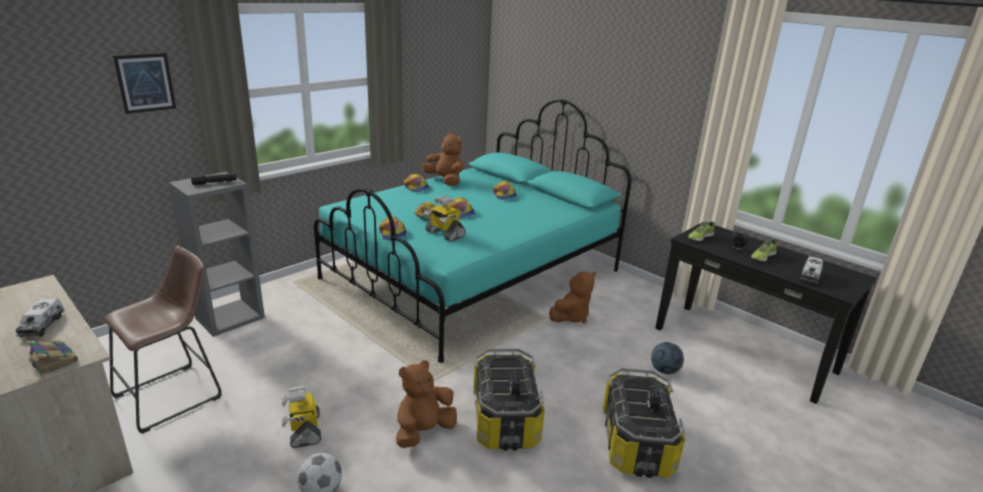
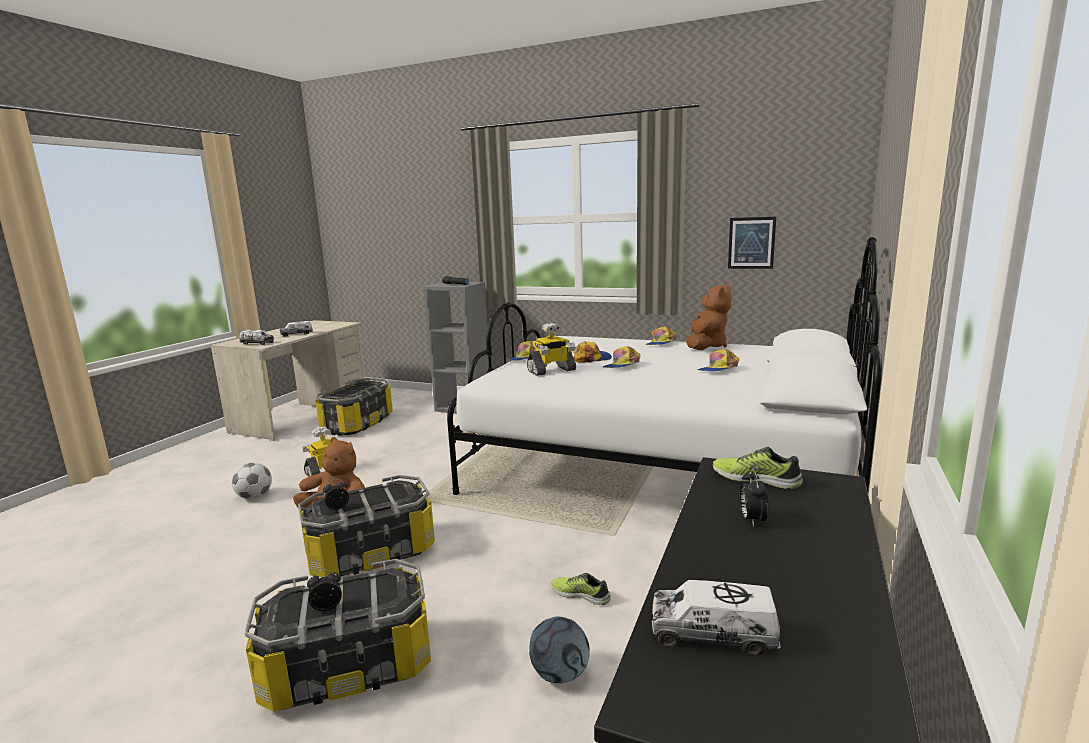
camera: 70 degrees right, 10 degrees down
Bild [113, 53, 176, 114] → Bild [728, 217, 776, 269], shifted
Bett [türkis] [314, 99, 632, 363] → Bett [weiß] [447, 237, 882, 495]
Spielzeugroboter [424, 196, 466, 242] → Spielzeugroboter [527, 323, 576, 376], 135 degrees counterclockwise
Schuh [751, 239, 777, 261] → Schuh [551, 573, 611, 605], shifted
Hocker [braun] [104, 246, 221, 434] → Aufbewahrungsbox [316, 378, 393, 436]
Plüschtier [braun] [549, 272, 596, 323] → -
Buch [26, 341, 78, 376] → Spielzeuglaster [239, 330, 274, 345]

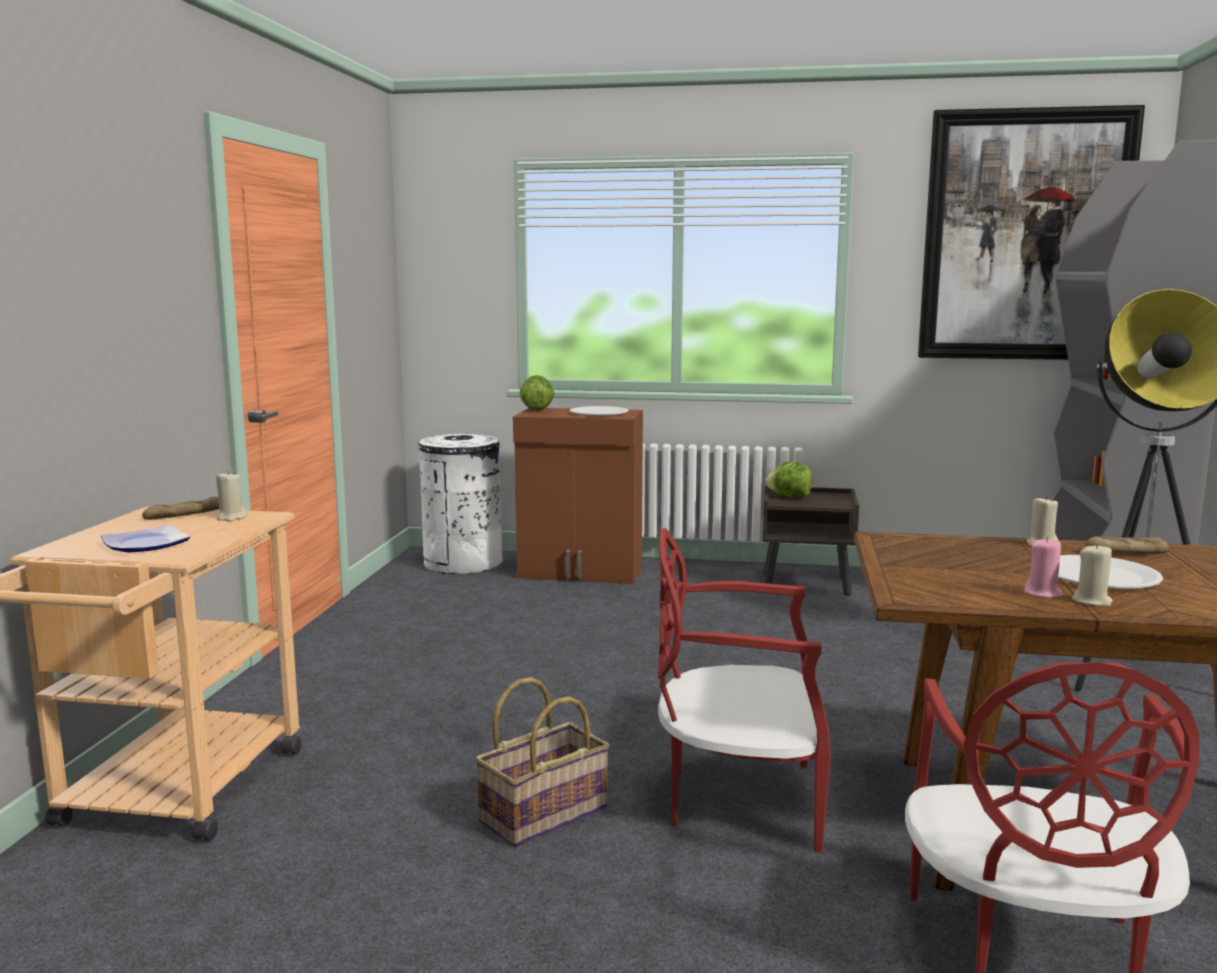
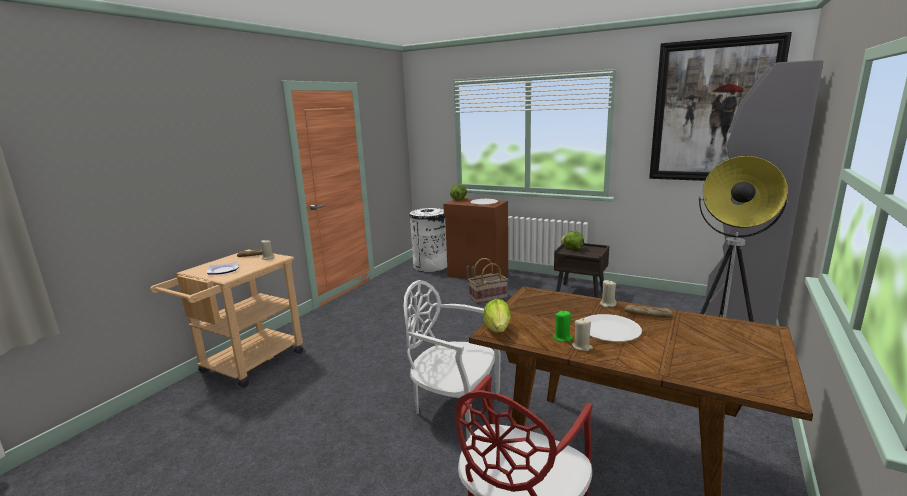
camera: 20 degrees right, 5 degrees up
Stuhl [rot] [658, 528, 831, 853] → Stuhl [weiß] [404, 280, 501, 440]
Kerze [rosa] [1024, 537, 1062, 598] → Kerze [grün] [553, 310, 573, 342]
Korb [475, 677, 609, 847] → Korb [468, 258, 508, 304], shifted
- → Salatkopf [483, 299, 511, 333]

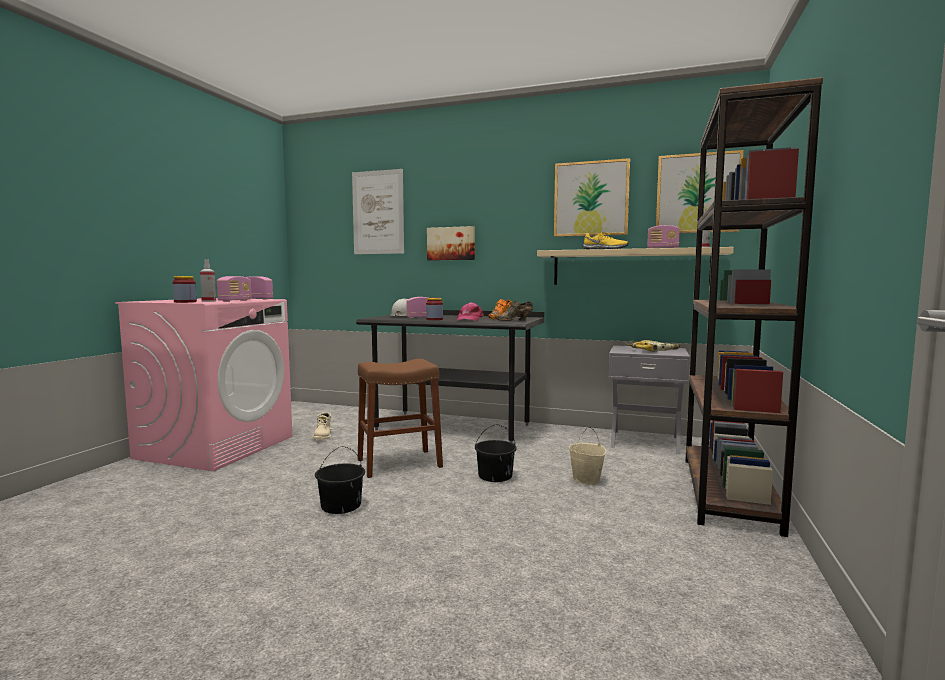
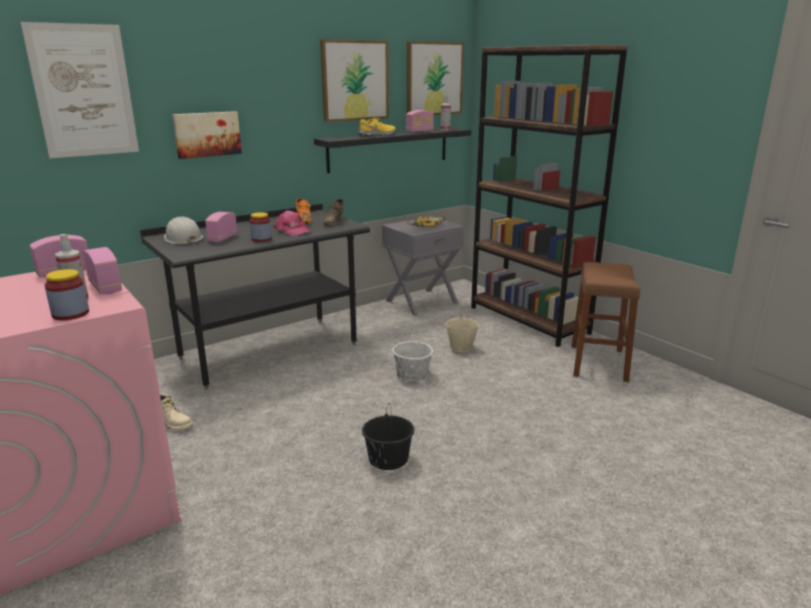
camera: 55 degrees left, 15 degrees up
Wandregal [beige] [537, 247, 734, 285] → Wandregal [schwarz] [314, 128, 471, 173]
Hocker [braun] [358, 359, 443, 478] → Hocker [braun] [572, 262, 640, 382], shifted
Eimer [schwarz] [475, 424, 517, 482] → Eimer [weiß] [392, 330, 433, 382]

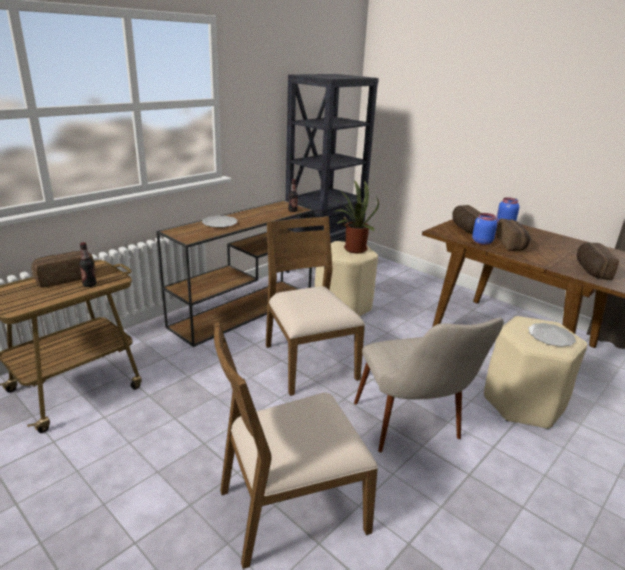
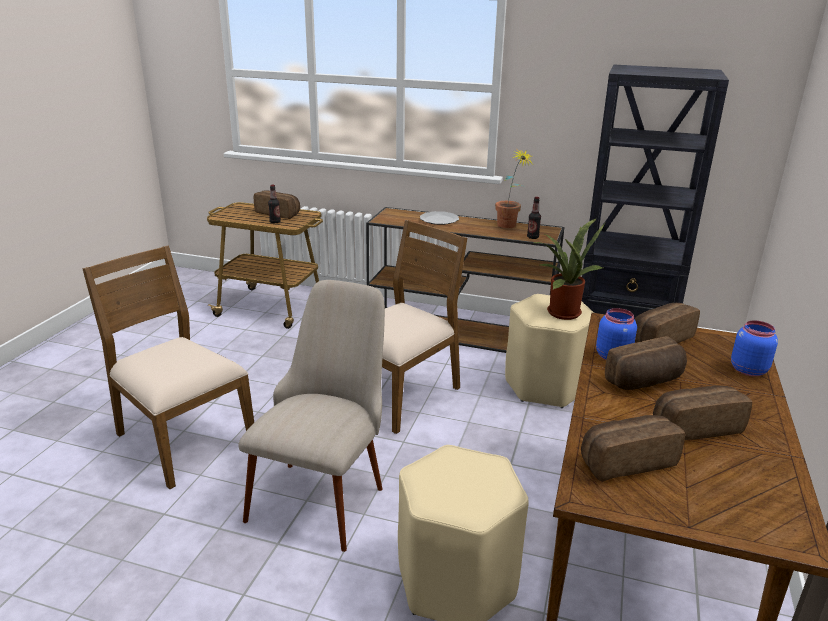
camera: 65 degrees right, 0 degrees up
Stuhl [beige] [354, 318, 504, 452] → Stuhl [beige] [239, 280, 385, 552], 150 degrees clockwise
Teller [528, 323, 576, 347] → -
- → Topfpflanze [495, 148, 532, 228]
- → Brot [653, 385, 752, 440]

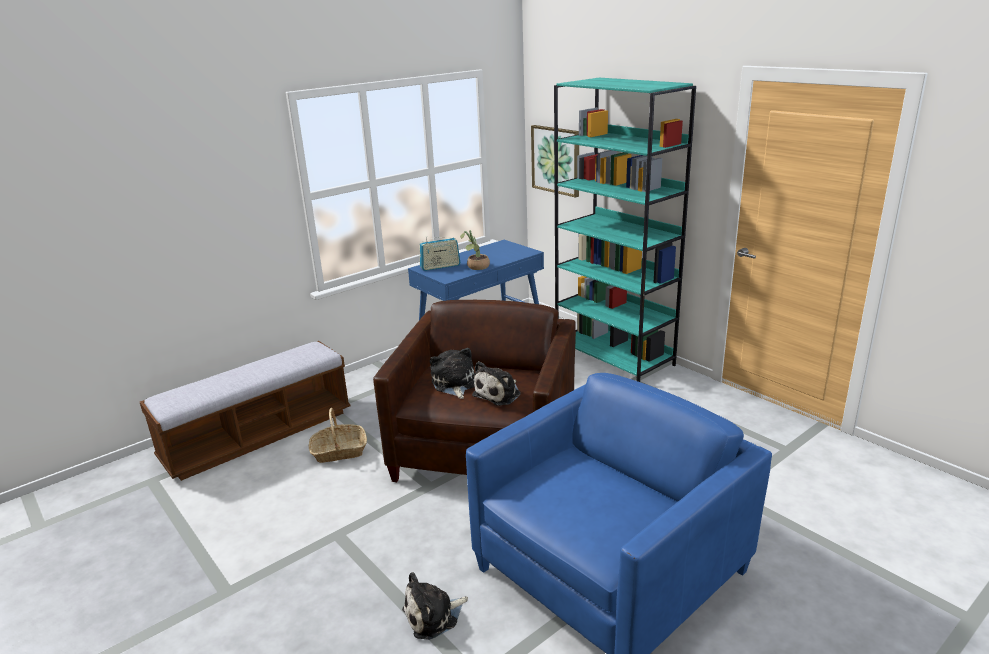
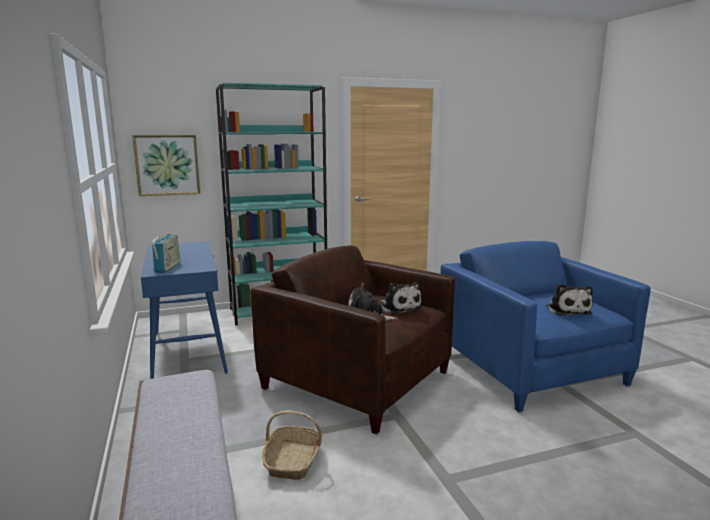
camera: 70 degrees left, 10 degrees down
Topfpflanze [460, 230, 490, 270] → -
Plüschtier [402, 572, 468, 640] → Plüschtier [546, 283, 593, 316], shifted

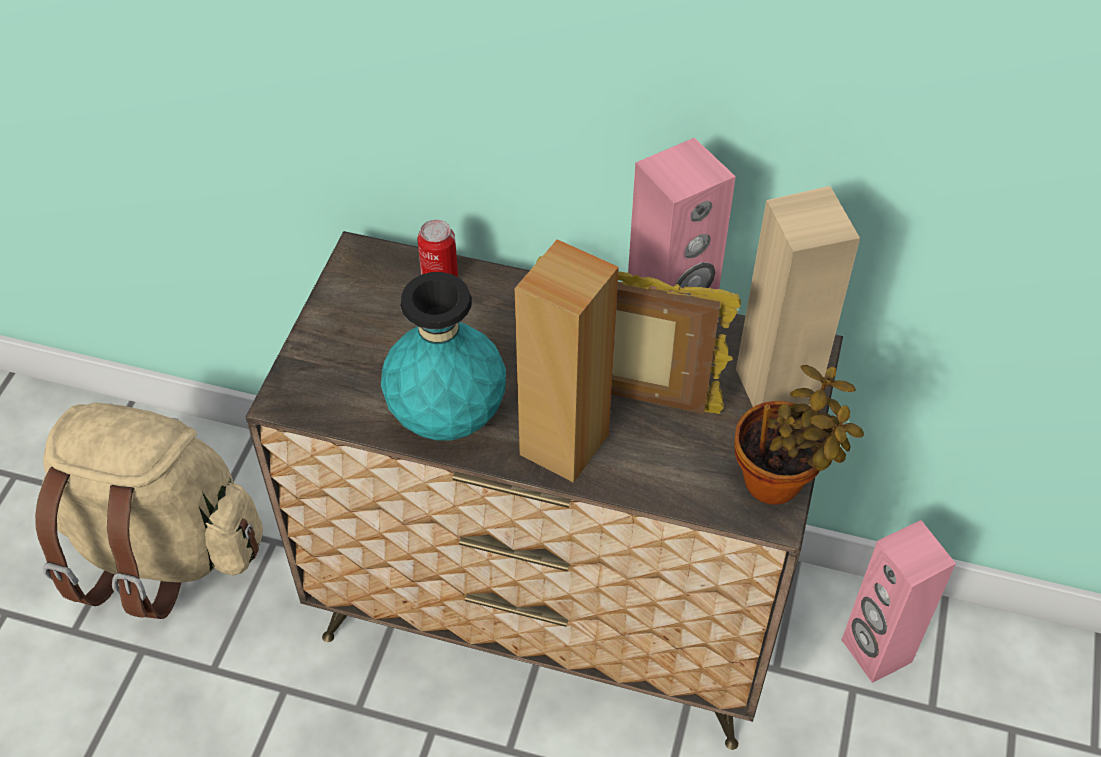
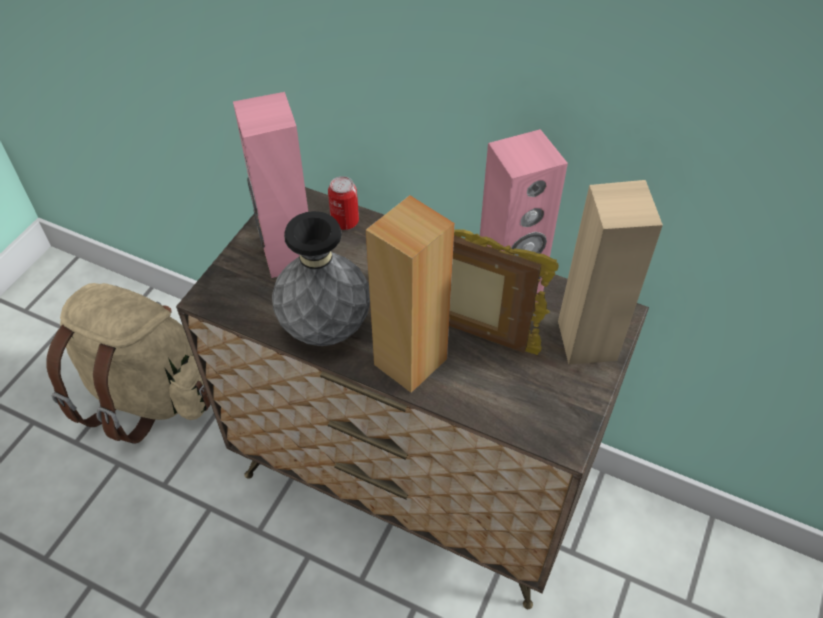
camera: 10 degrees right, 0 degrees up
Vase [türkis] [381, 272, 506, 441] → Vase [grau] [272, 211, 370, 346]
Topfpflanze [734, 365, 864, 505] → -
Lautsprecher [rosa] [842, 520, 956, 683] → Lautsprecher [rosa] [233, 92, 308, 278], shifted

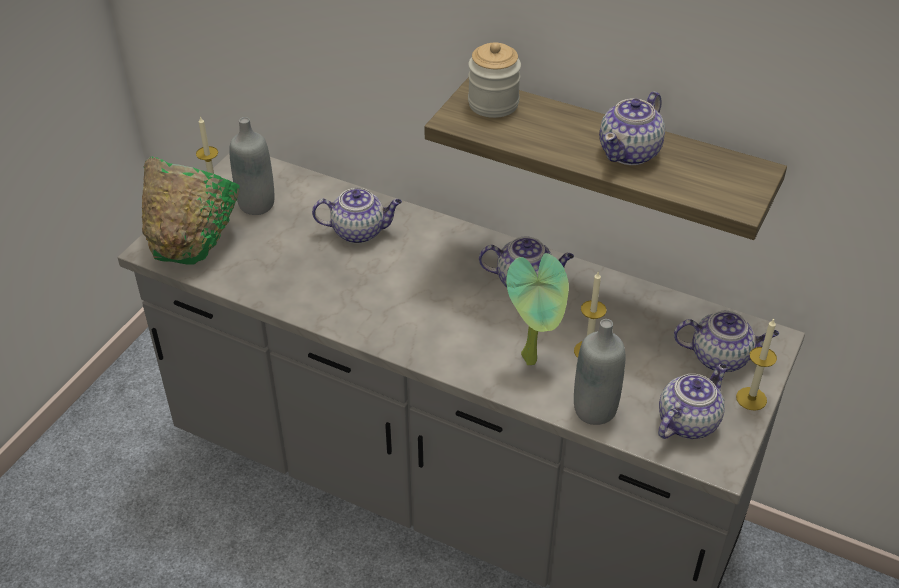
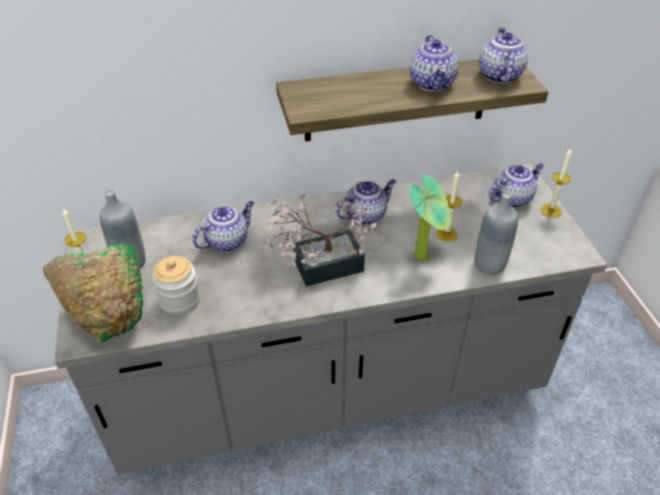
camera: 40 degrees left, 0 degrees up
Vorratsglas [468, 42, 521, 118] → Vorratsglas [152, 256, 200, 315], shifted
Teekanne [658, 363, 728, 439] → Teekanne [479, 28, 528, 84], shifted
- → Topfpflanze [267, 193, 377, 287]

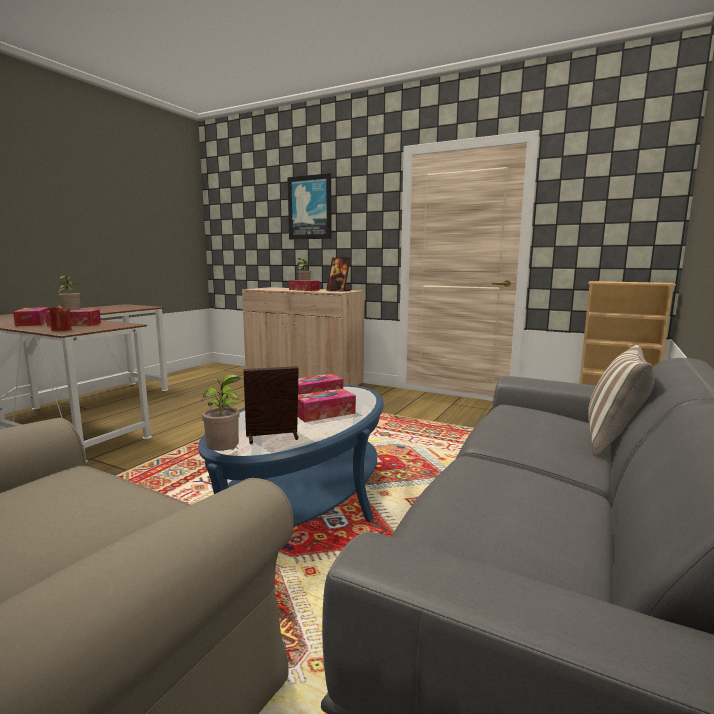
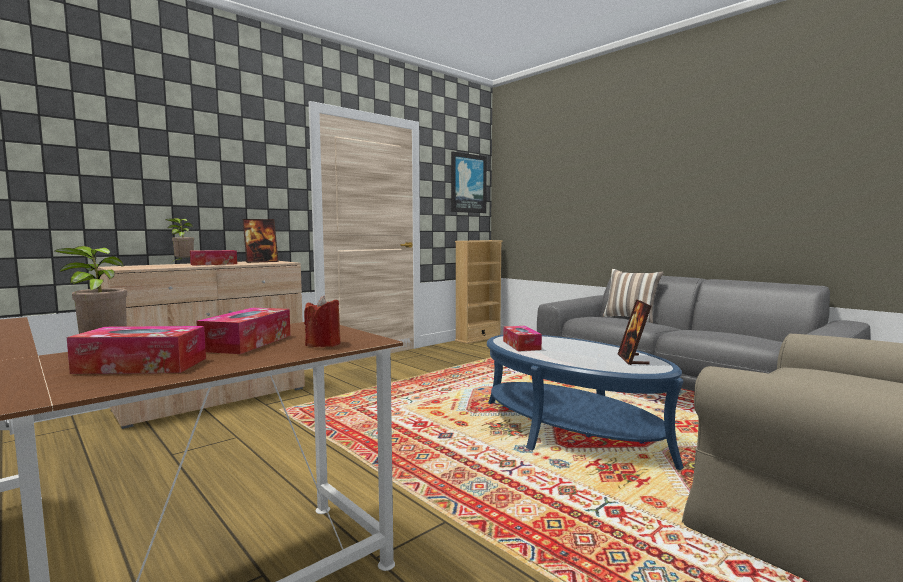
camera: 70 degrees left, 5 degrees down
Bild [288, 173, 332, 240] → Bild [451, 151, 487, 213], shifted
Topfpflanze [201, 374, 241, 451] → -
Taschentuchbox [298, 389, 356, 422] → -

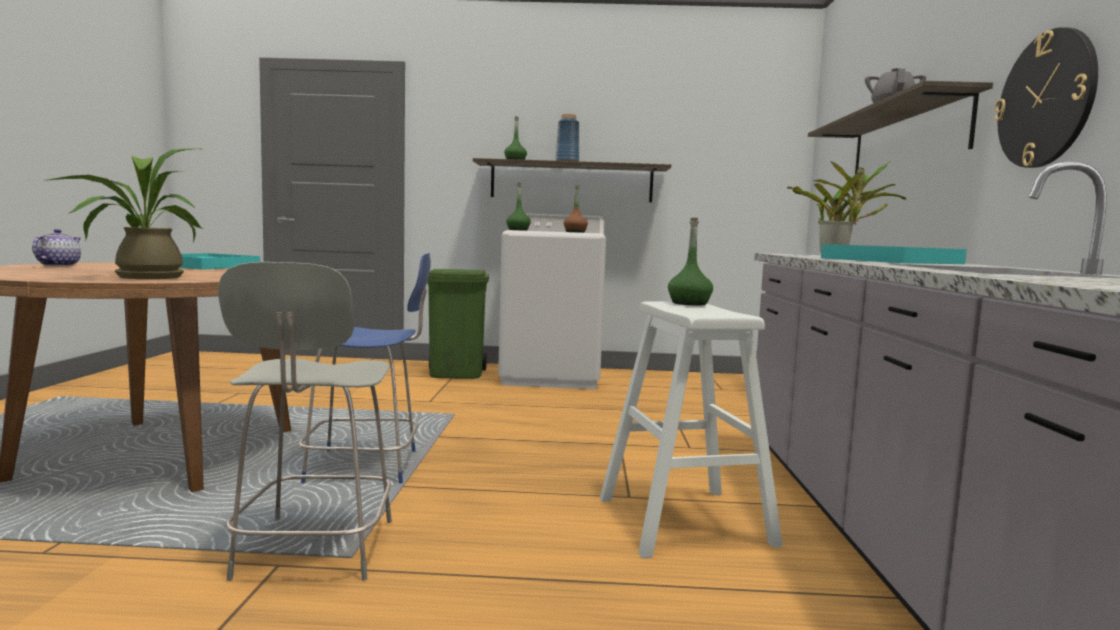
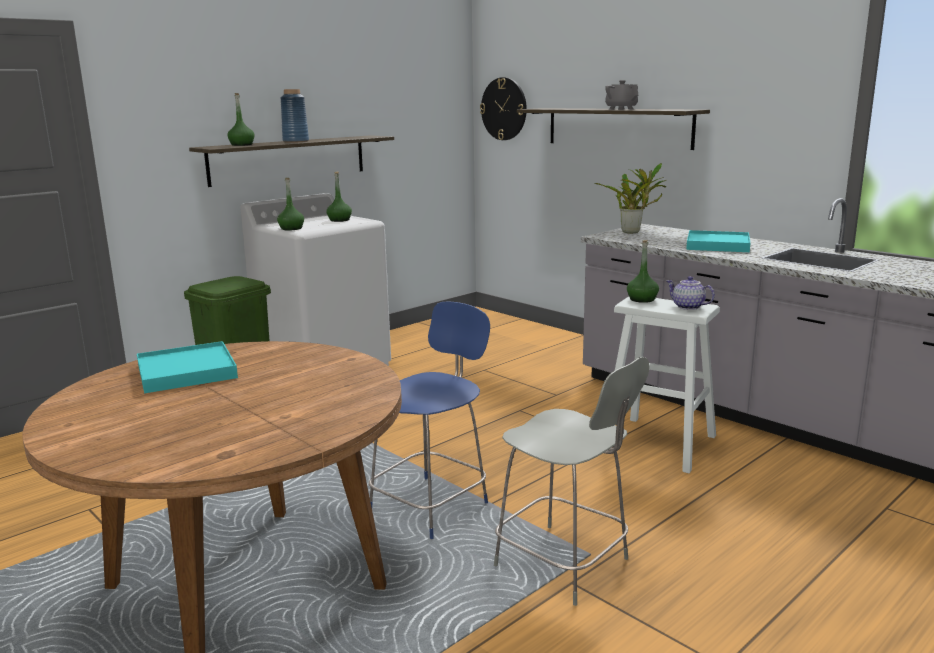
camera: 45 degrees left, 10 degrees up
Wanduhr [994, 27, 1098, 168] → Wanduhr [480, 77, 527, 140], shifted
Topfpflanze [44, 148, 203, 279] → -
Flasche [braun] [564, 185, 588, 233] → Flasche [grün] [326, 172, 352, 222]
Teekanne [32, 229, 81, 266] → Teekanne [667, 276, 715, 310], shifted

